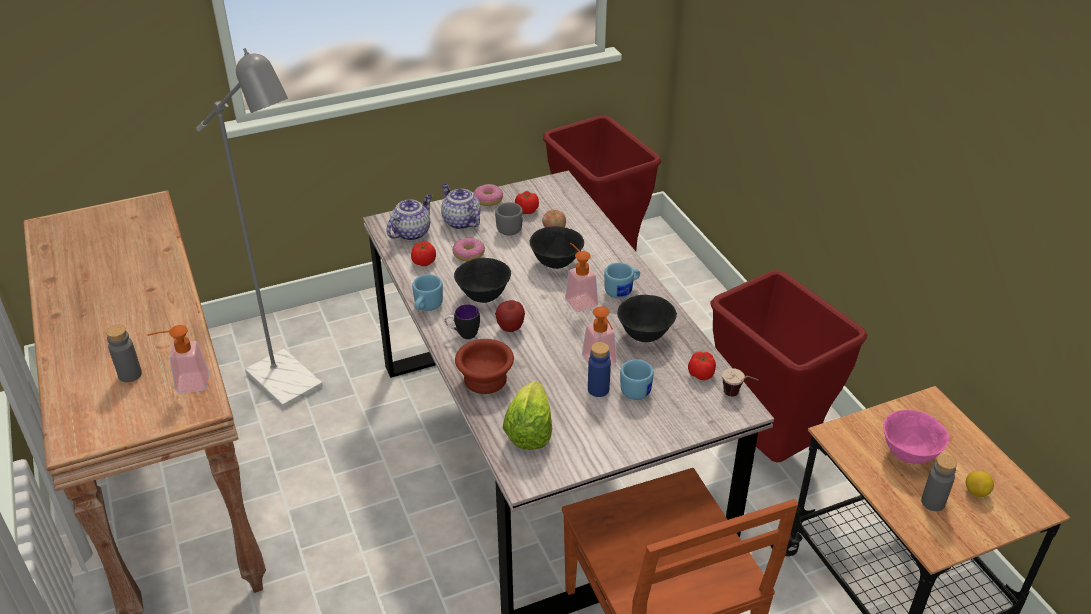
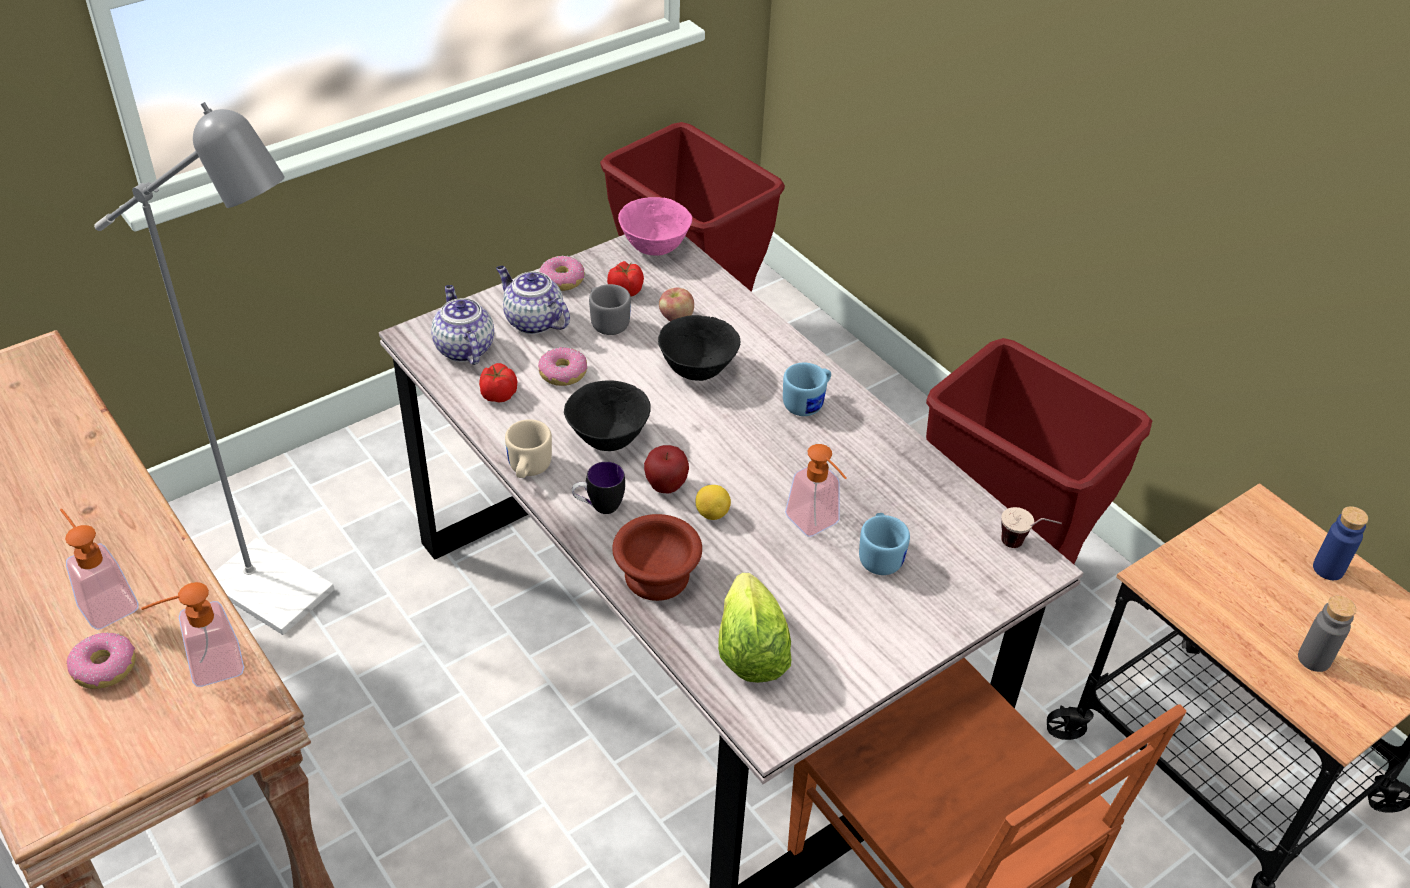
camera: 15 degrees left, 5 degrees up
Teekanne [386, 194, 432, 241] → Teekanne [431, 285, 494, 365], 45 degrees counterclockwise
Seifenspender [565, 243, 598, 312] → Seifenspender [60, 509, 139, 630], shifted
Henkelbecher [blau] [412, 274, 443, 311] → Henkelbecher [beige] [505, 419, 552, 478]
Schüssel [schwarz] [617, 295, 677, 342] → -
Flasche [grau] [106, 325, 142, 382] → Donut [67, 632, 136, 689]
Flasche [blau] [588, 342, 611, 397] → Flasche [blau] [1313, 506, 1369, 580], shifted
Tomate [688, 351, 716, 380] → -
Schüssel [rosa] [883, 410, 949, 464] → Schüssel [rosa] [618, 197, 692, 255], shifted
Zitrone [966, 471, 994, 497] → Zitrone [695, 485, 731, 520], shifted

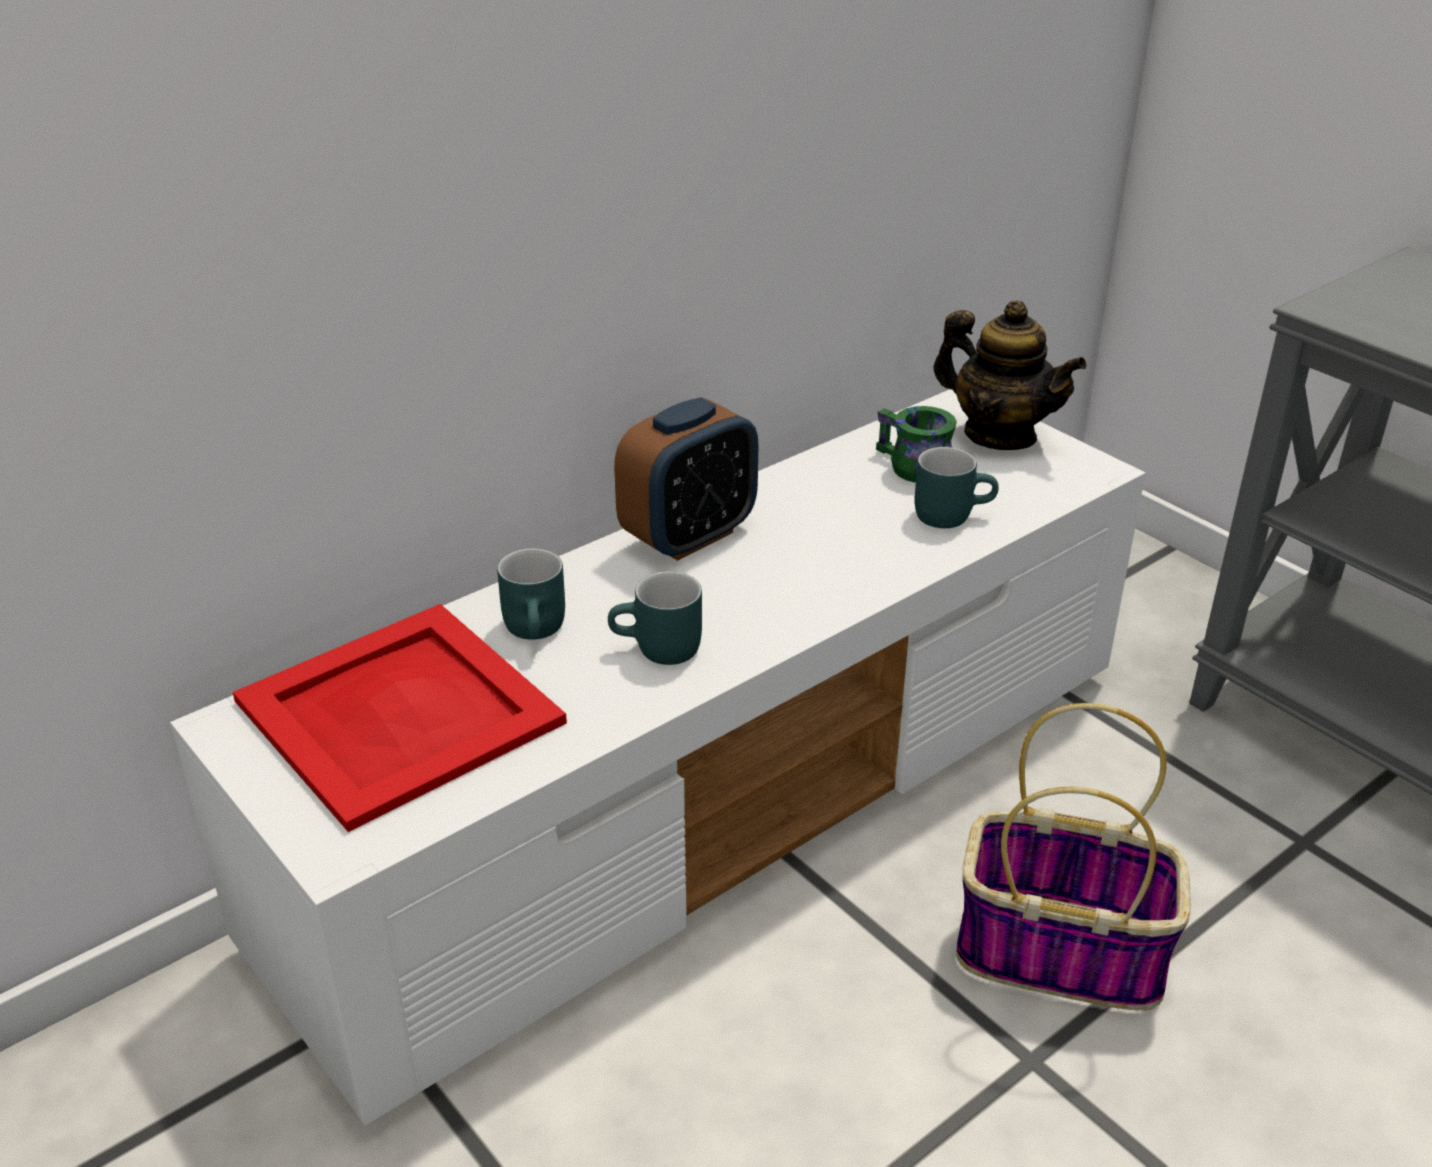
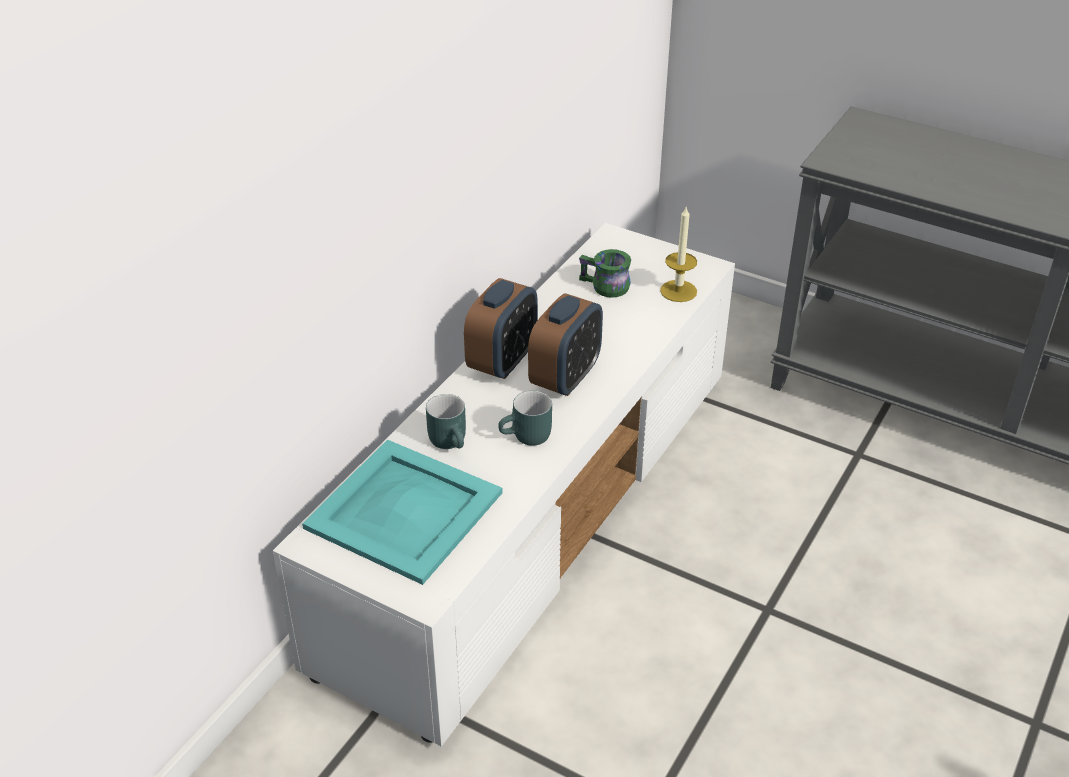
camera: 20 degrees left, 5 degrees up
Teekanne [933, 300, 1087, 450] → -
Henkelbecher [türkis] [915, 447, 999, 528] → -
Tablett [rot] [233, 604, 567, 832] → Tablett [türkis] [302, 440, 502, 585]
Korb [956, 703, 1191, 1010] → -
- → Kerze [660, 207, 697, 302]
- → Wecker [528, 293, 603, 396]

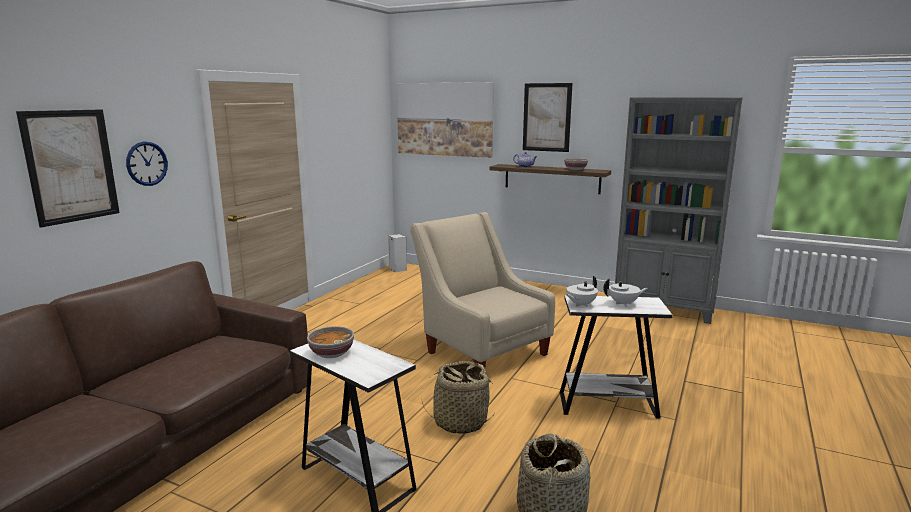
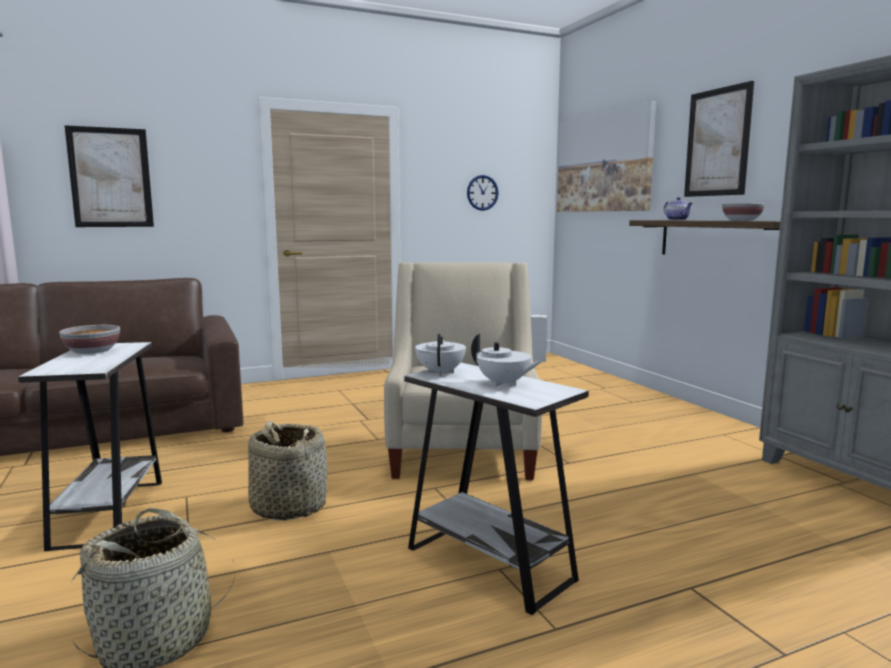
camera: 40 degrees right, 5 degrees down
Wanduhr [126, 141, 168, 186] → Wanduhr [467, 175, 499, 211], shifted
Teekanne [weiß] [566, 276, 598, 307] → Teekanne [weiß] [415, 334, 466, 376], 90 degrees clockwise

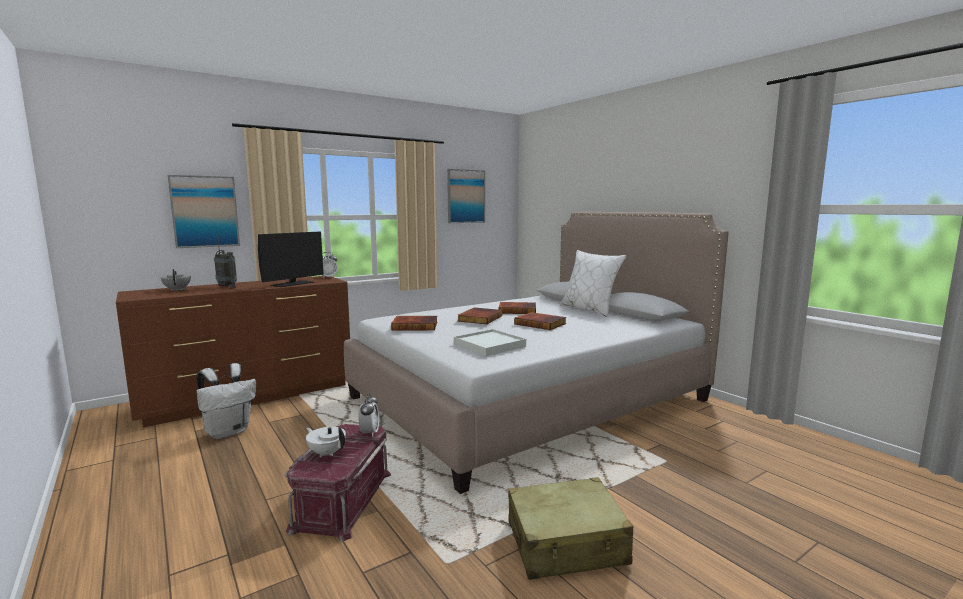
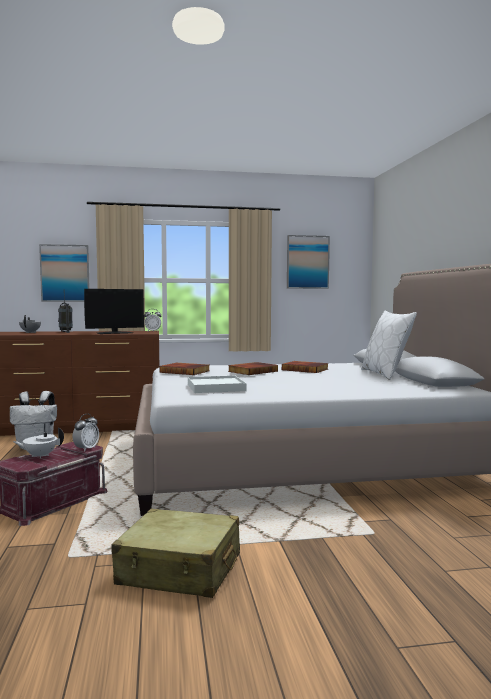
camera: 25 degrees right, 5 degrees down
Buch [514, 312, 566, 330] → -
Teekanne [weiß] [306, 427, 346, 457] → Teekanne [weiß] [13, 427, 64, 458], 75 degrees counterclockwise

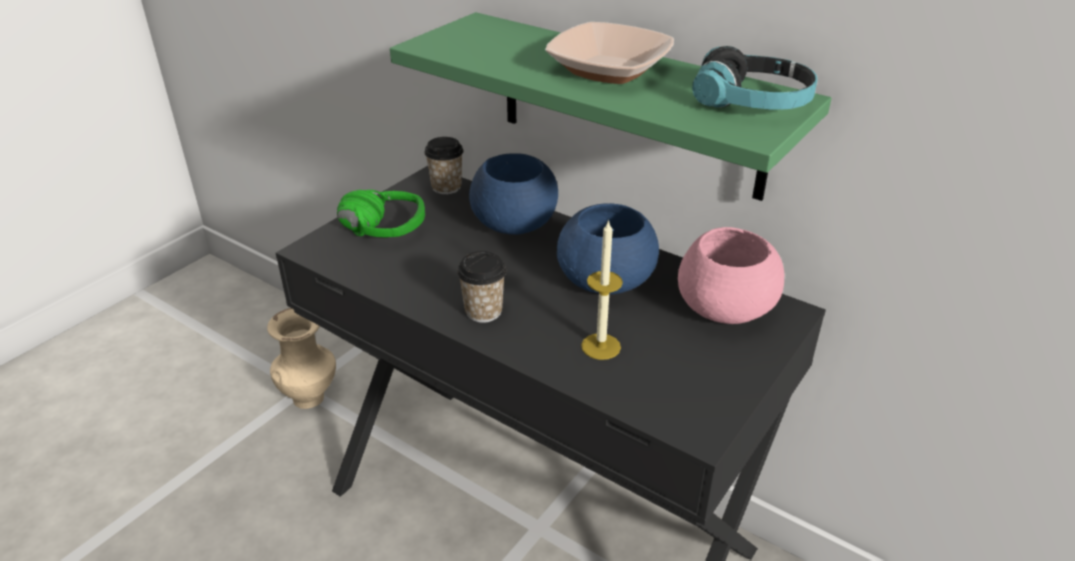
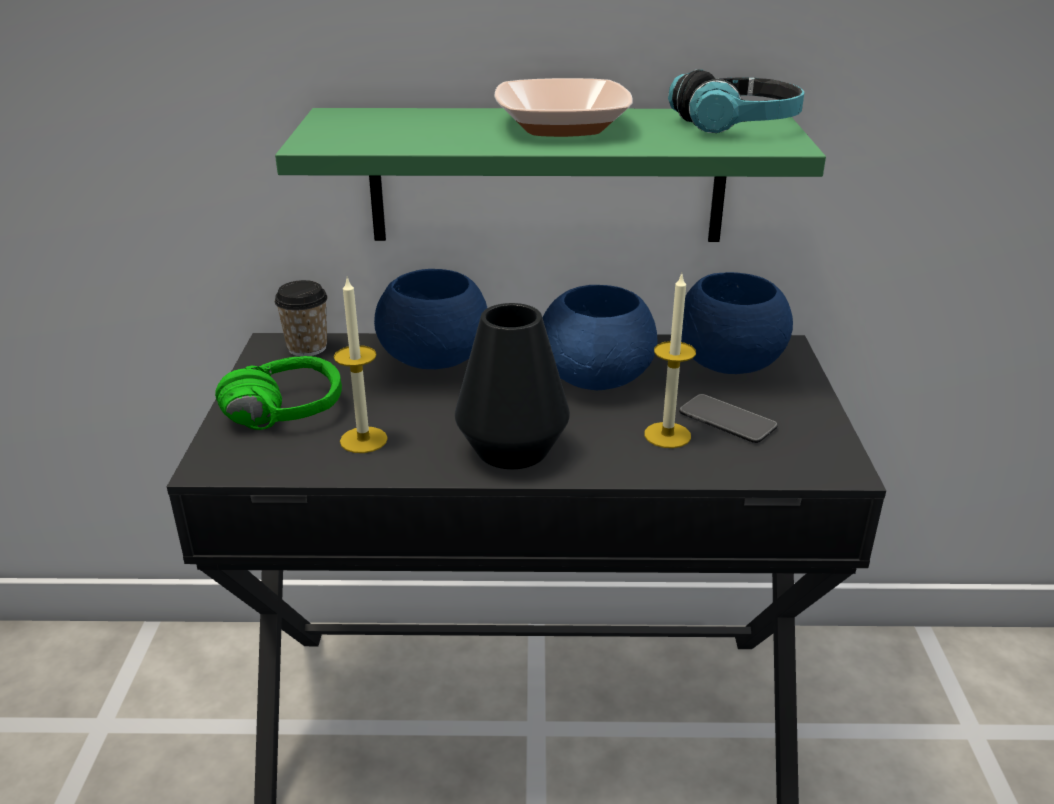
camera: 35 degrees left, 5 degrees down
Schüssel [rosa] [678, 227, 784, 324] → Schüssel [blau] [681, 272, 793, 374]
Tasse [457, 251, 506, 323] → Vase [schwarz] [455, 303, 570, 469]
Vase [beige] [267, 308, 336, 409] → -
- → Kerze [334, 277, 388, 453]
- → Handy [679, 394, 778, 443]

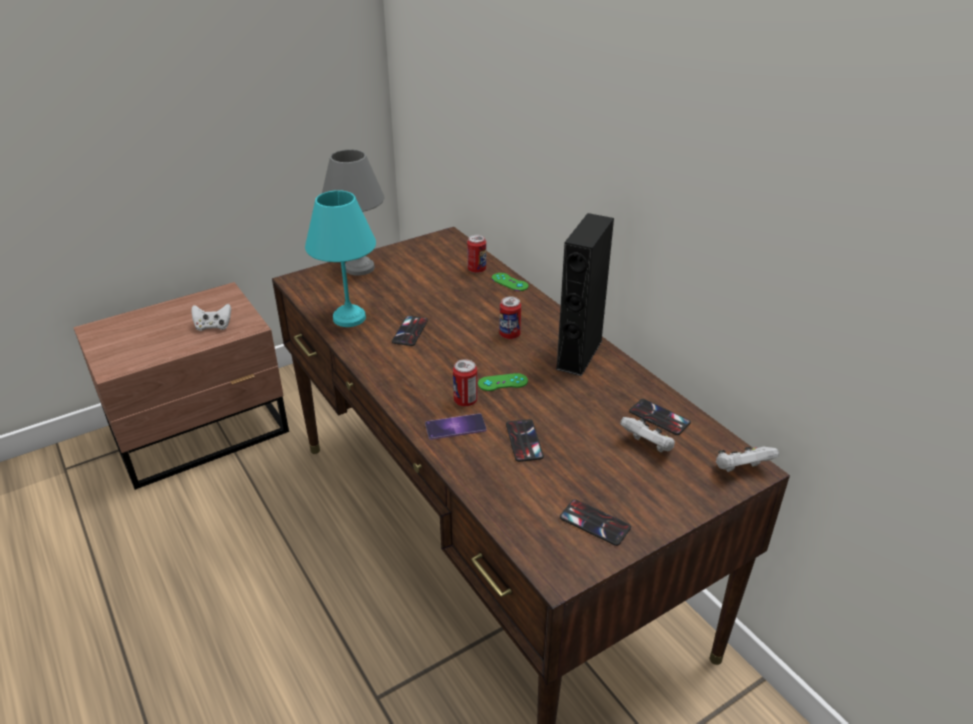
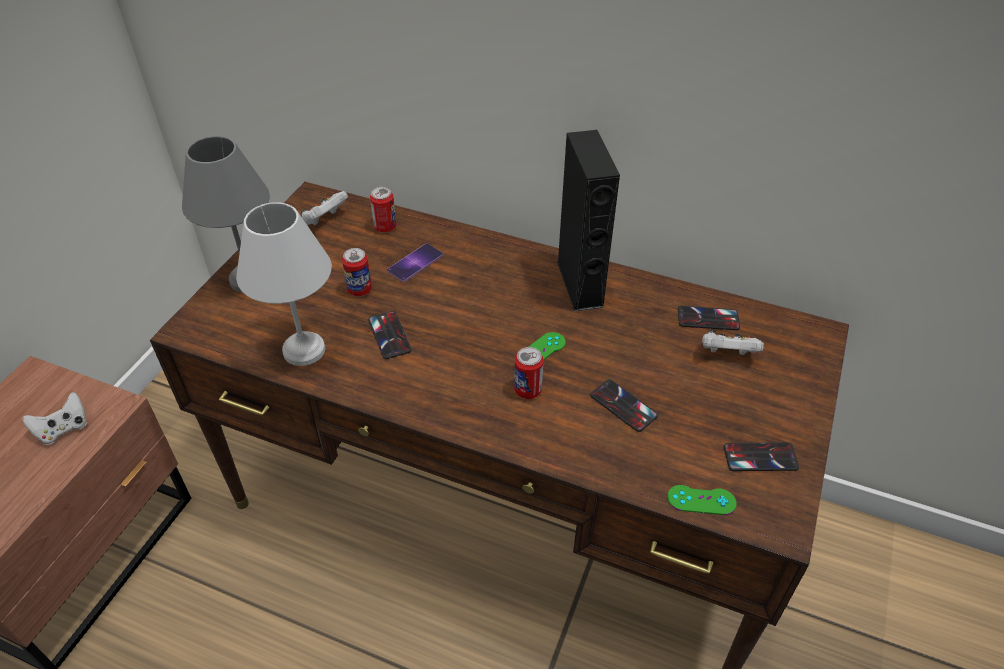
camera: 35 degrees left, 10 degrees up
Tischlampe [türkis] [305, 190, 376, 327] → Tischlampe [weiß] [236, 202, 332, 366]
Gamepad [grün] [492, 273, 528, 291] → Gamepad [grün] [667, 485, 736, 515], shifted
Dose [499, 297, 521, 339] → Dose [342, 248, 372, 296], shifted
Handy [425, 414, 487, 440] → Handy [387, 243, 443, 282], shifted
Gamepad [weiß] [716, 447, 779, 472] → Gamepad [weiß] [301, 191, 348, 225], shifted

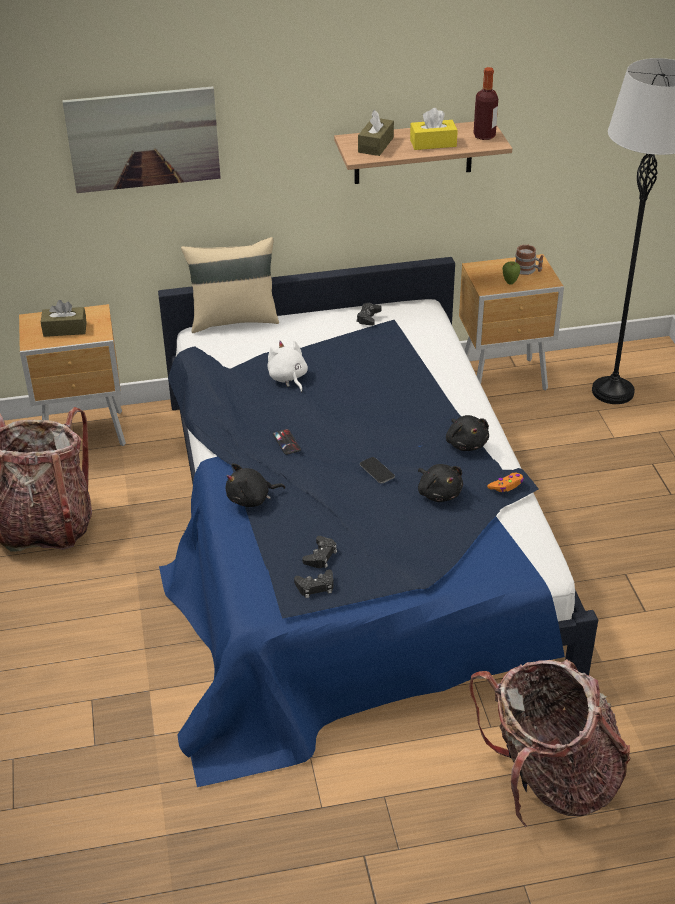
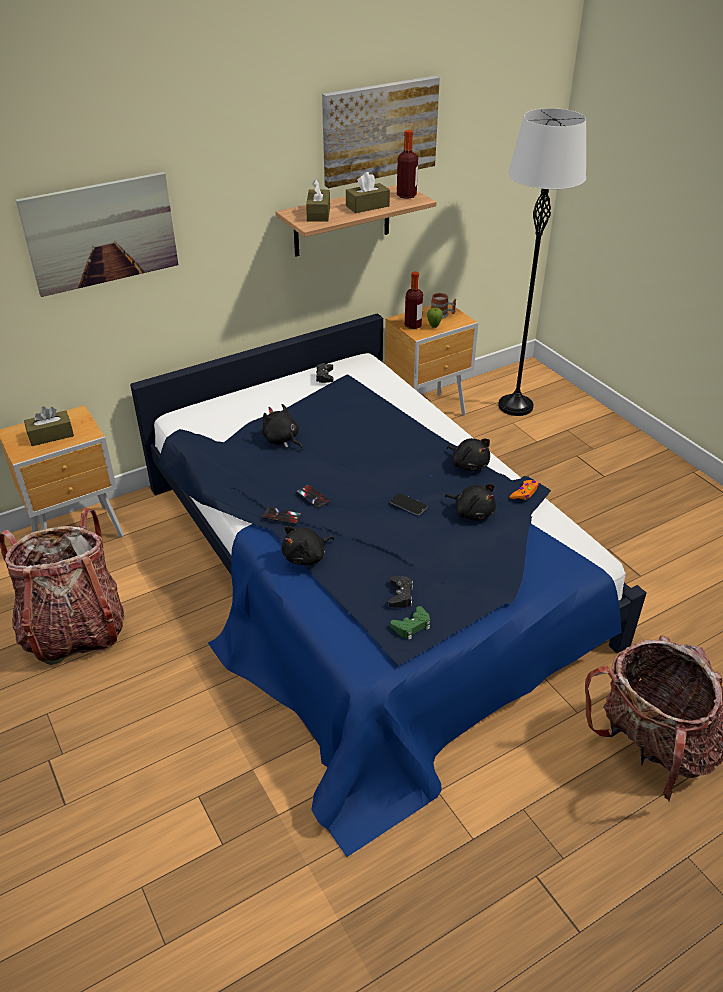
camera: 20 degrees left, 0 degrees up
Taschentuchbox [gelb] [410, 108, 458, 150] → Taschentuchbox [braun] [346, 172, 390, 213]
Kissen [beige] [181, 237, 279, 333] → -
Plüschtier [weiß] [267, 340, 308, 392] → Plüschtier [schwarz] [262, 404, 303, 450]
Gamepad [schwarz] [294, 569, 334, 598] → Gamepad [grün] [390, 606, 430, 640]
- → Bild [322, 76, 440, 188]
- → Flasche [405, 271, 423, 329]
- → Handy [262, 507, 302, 524]

